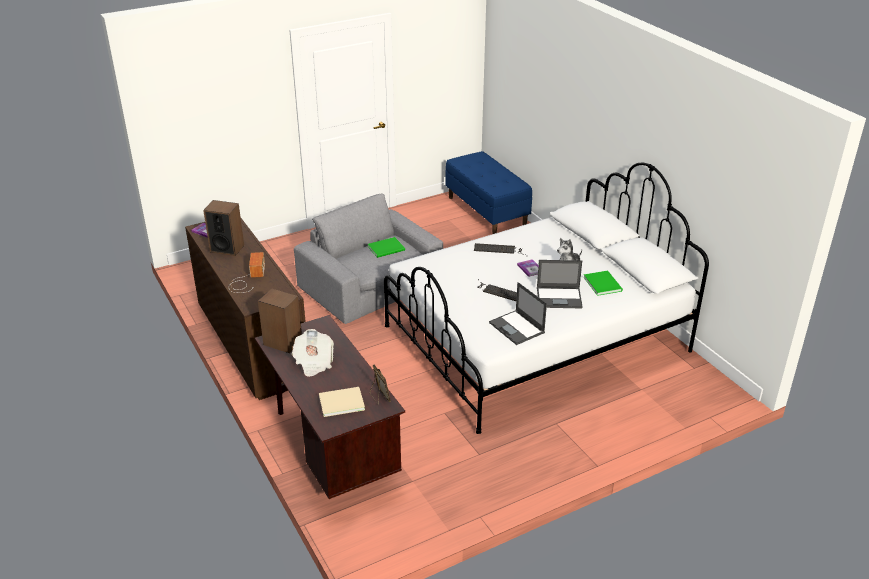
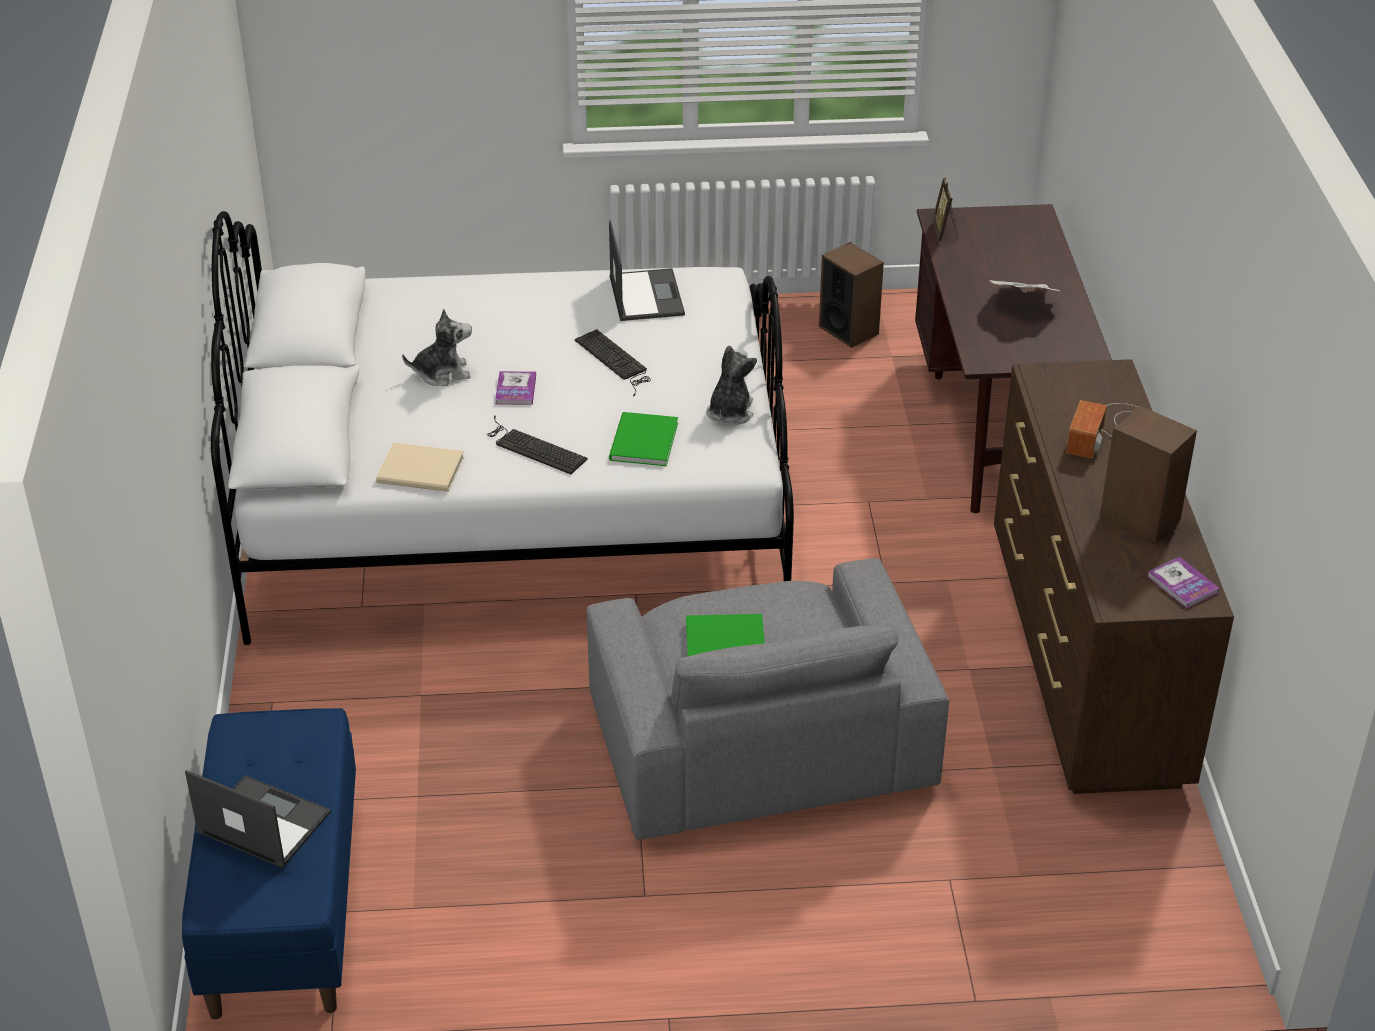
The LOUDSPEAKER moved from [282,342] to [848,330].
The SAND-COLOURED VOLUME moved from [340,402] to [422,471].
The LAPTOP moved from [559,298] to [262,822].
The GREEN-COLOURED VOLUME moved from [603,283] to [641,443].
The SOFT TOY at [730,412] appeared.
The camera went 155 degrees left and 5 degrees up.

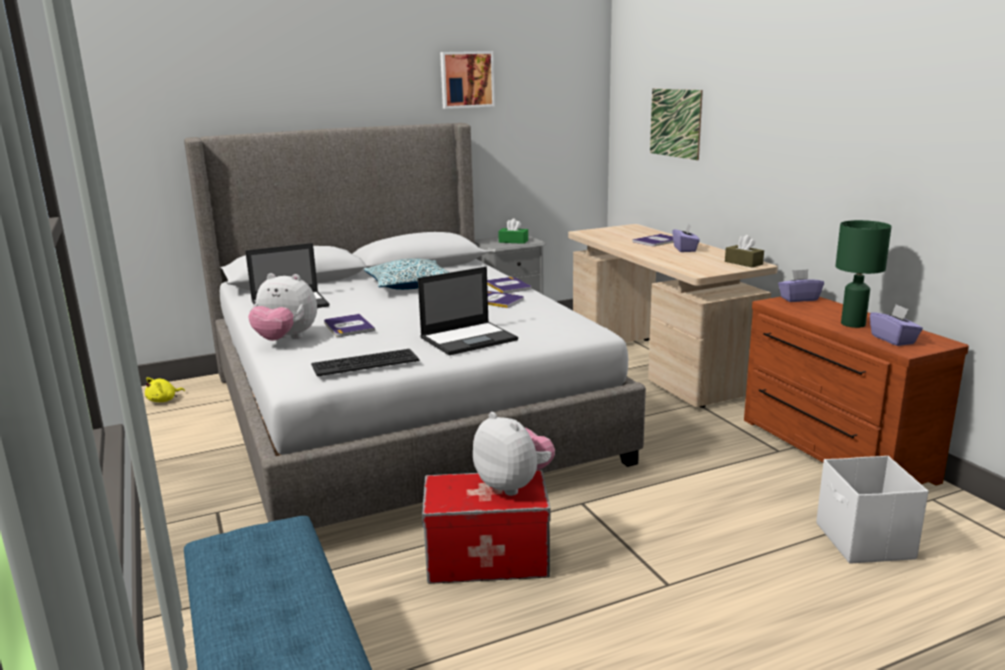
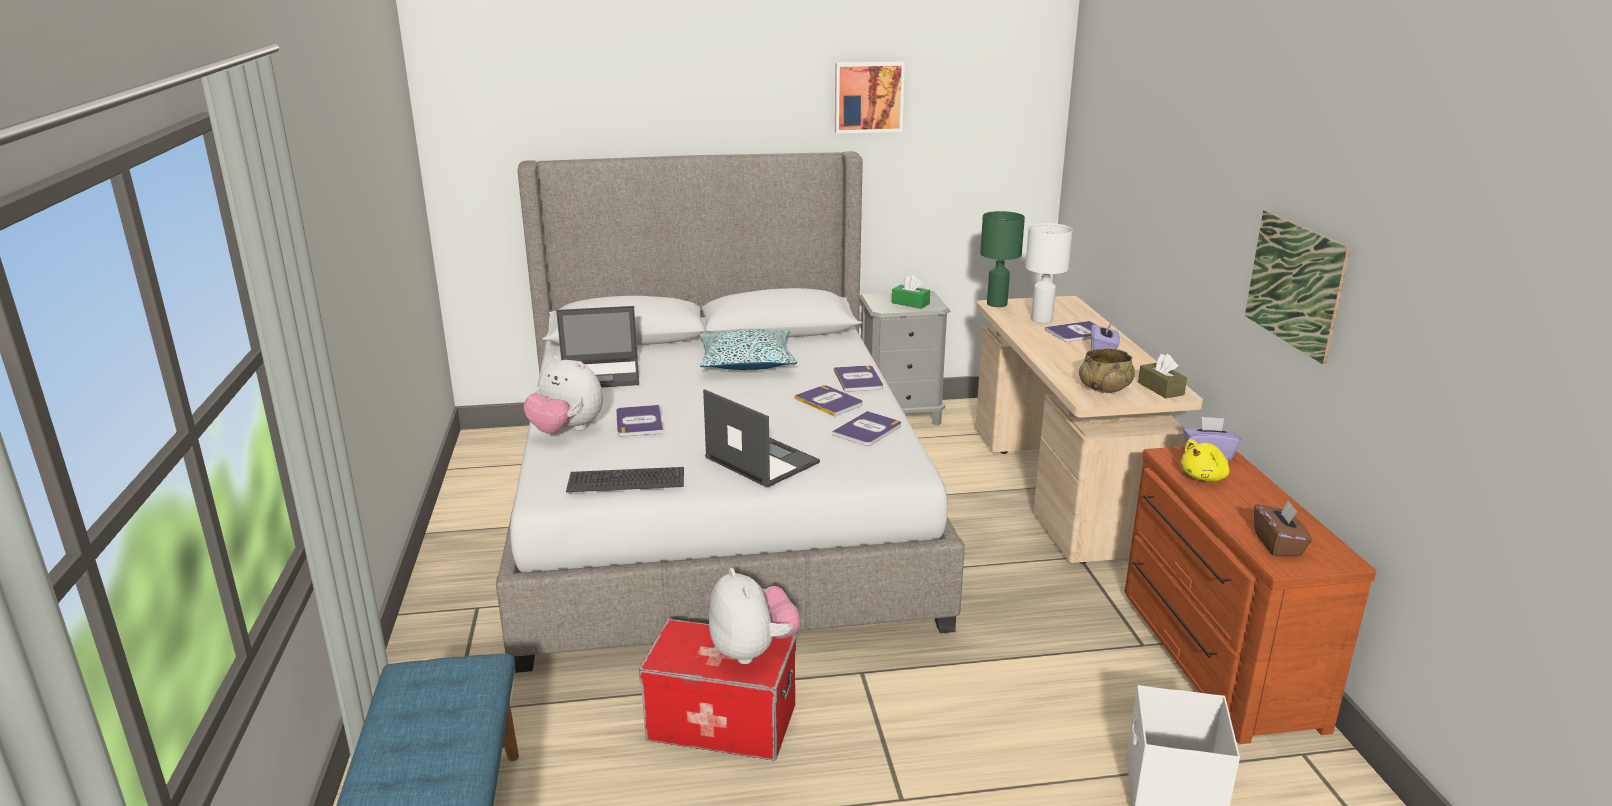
The YELLOW SOFT TOY moved from [164,400] to [1204,477].
The LAPTOP at [469,338] turned 120 degrees counterclockwise.
The WALL PICTURE moved from [675,123] to [1294,284].
The GREEN-COLOURED TABLE LAMP moved from [852,324] to [997,304].
The PURPLE BOX OF TISSUES at [893,339] became the BROWN-COLOURED BOX OF TISSUES at [1278,545].
The VOLUME at [867,430] appeared.
The WHITE TABLE LAMP at [1042,319] appeared.
The SAND-COLOURED SERVING BOWL at [1104,388] appeared.
The camera went 15 degrees right and 5 degrees up.

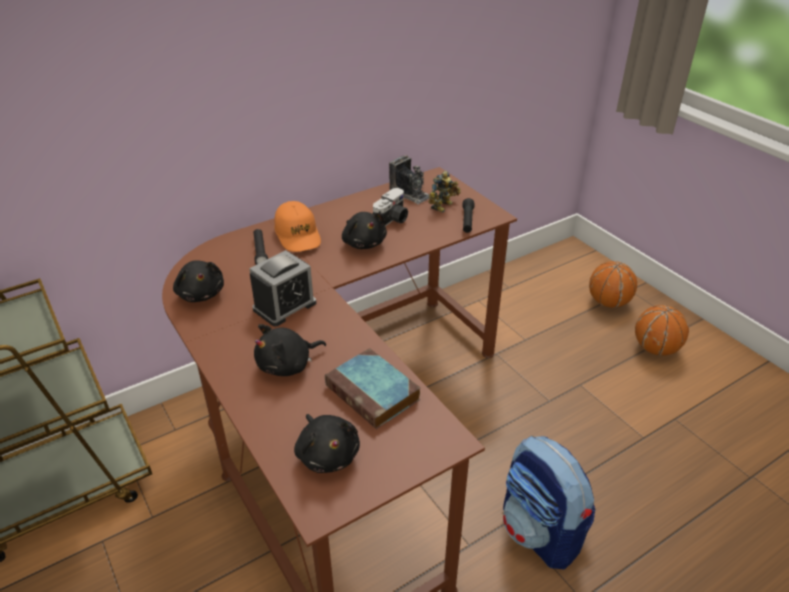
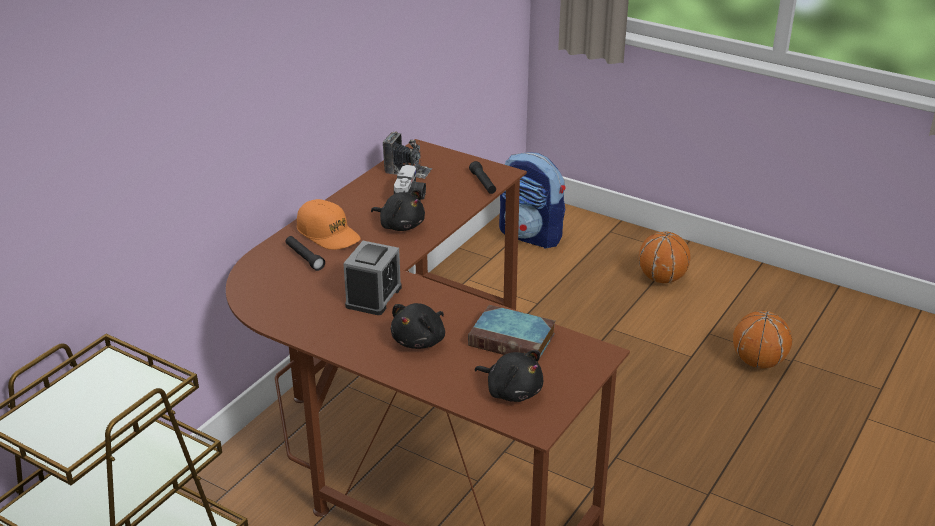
The BLACK-COLOURED SOFT TOY at [201,293] disappeared.
The ROBOT FIGURE at [444,206] disappeared.
The RUCKSACK moved from [541,532] to [531,235].
The BALL FOR BASKETBALL moved from [608,302] to [758,362].
The camera went 25 degrees left and 5 degrees down.

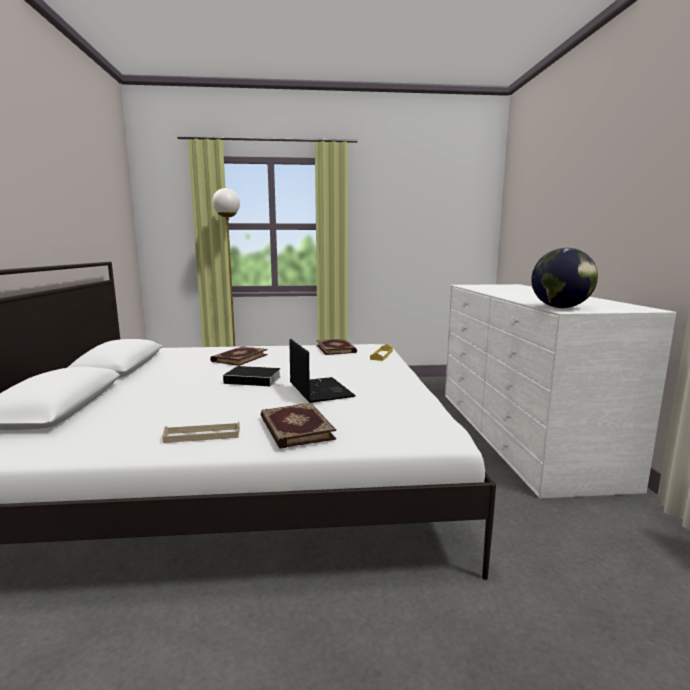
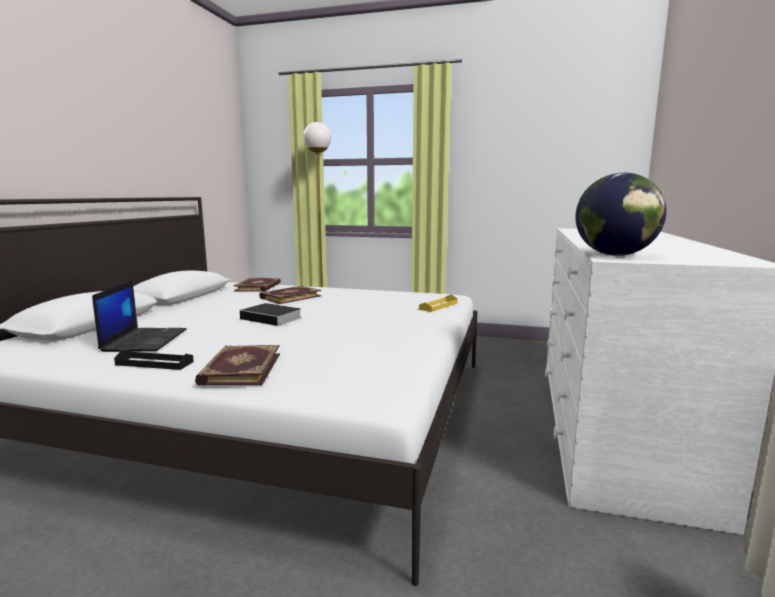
The SAND-COLOURED CARRYING TRAY at [202,435] became the BLACK-COLOURED CARRYING TRAY at [154,363].
The LAPTOP moved from [319,390] to [145,340].
The VOLUME moved from [336,349] to [258,287].
The camera went 20 degrees right and 0 degrees up.

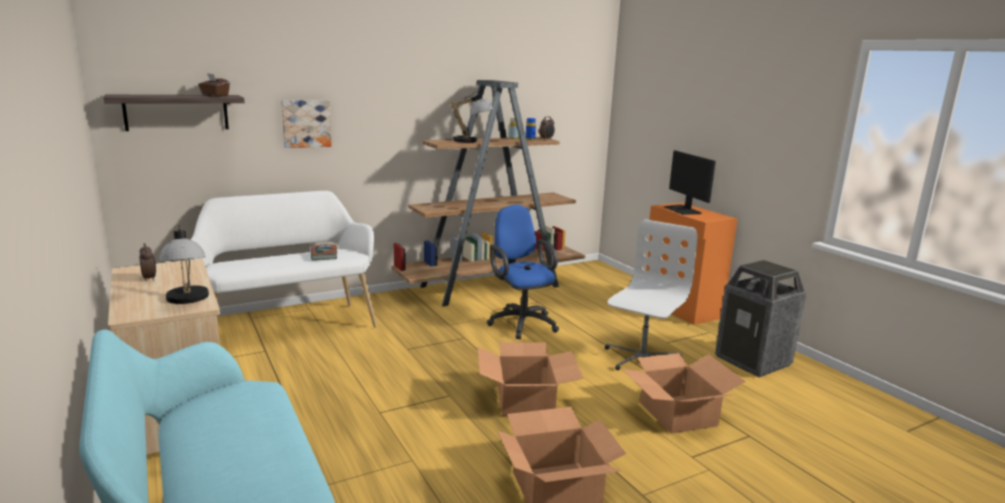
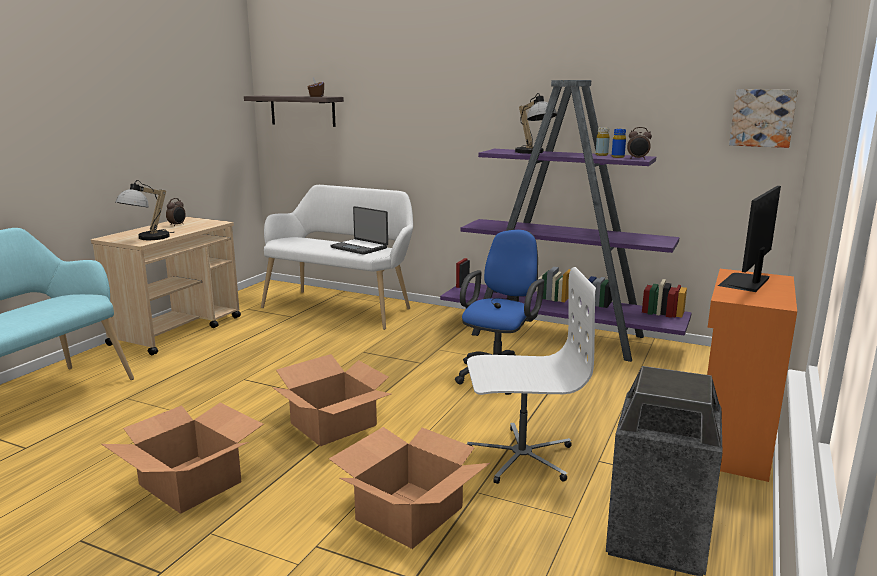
The WALL PICTURE moved from [306,123] to [762,118].
The VOLUME at [323,255] was replaced by the LAPTOP at [360,247].
The BROWN-COLOURED BOOKCASE at [492,286] became the PURPLE BOOKCASE at [560,336].
The camera went 55 degrees right and 0 degrees up.

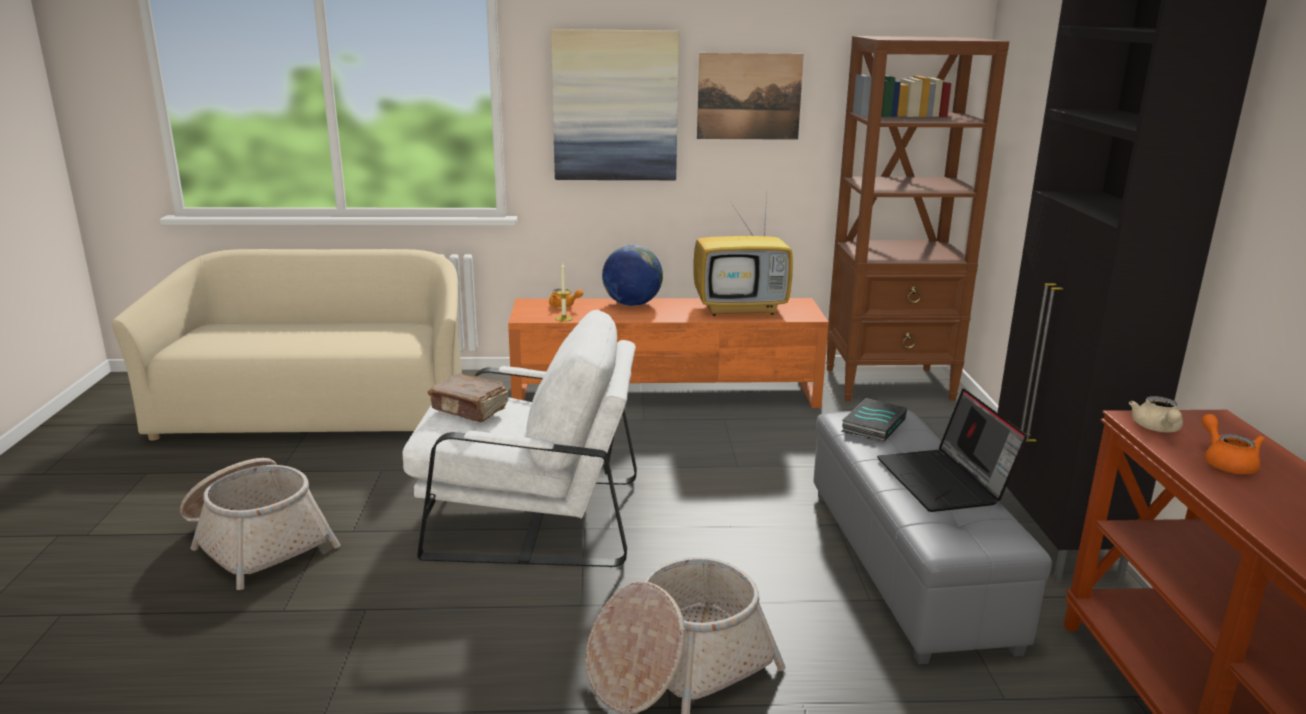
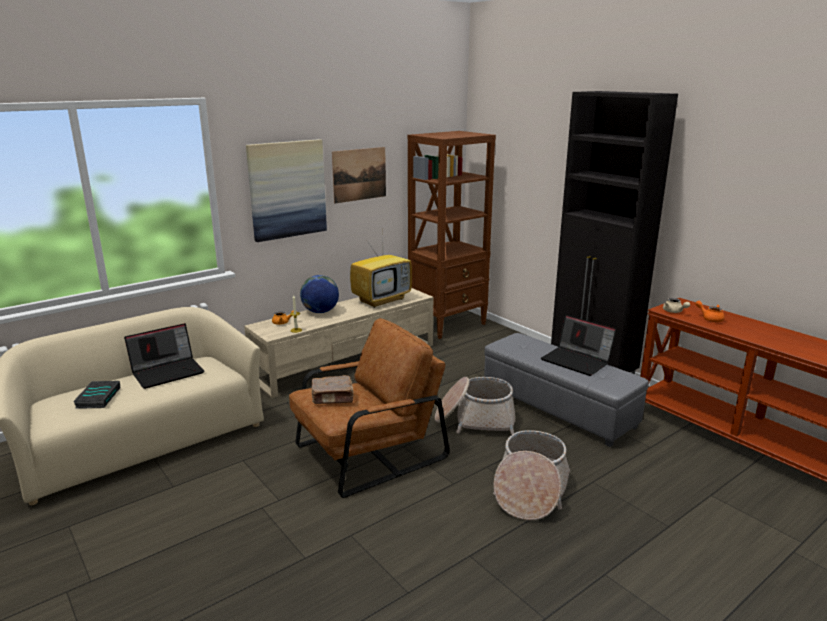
The HOUSEHOLD BASKET moved from [257,541] to [475,420].
The WHITE LOUNGE CHAIR at [529,517] became the BROWN-COLOURED LOUNGE CHAIR at [368,452].
The ORANGEY TV UNIT at [667,393] became the SAND-COLOURED TV UNIT at [347,361].
The VOLUME moved from [872,425] to [97,397].
The LAPTOP at [168,372] appeared.
The camera went 35 degrees left and 0 degrees up.

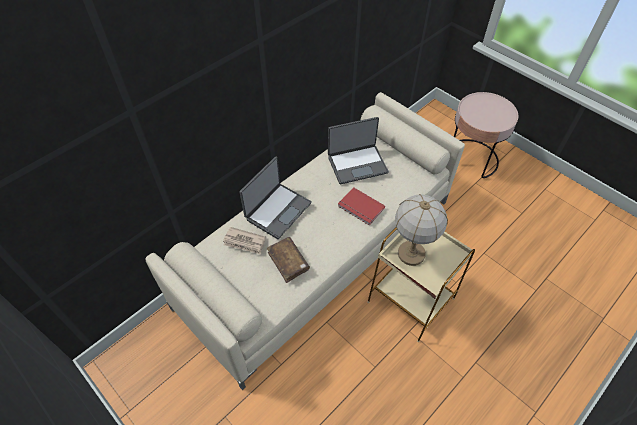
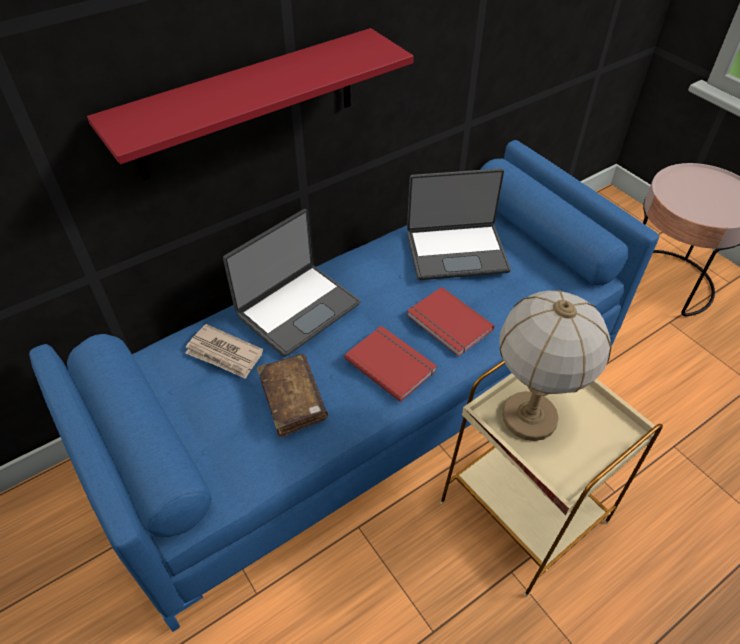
The SAND-COLOURED SETTEE at [318,250] became the BLUE SETTEE at [370,397].
The RED SHELF at [247,105] appeared.
The RED VOLUME at [391,363] appeared.
The camera went 10 degrees right and 5 degrees down.

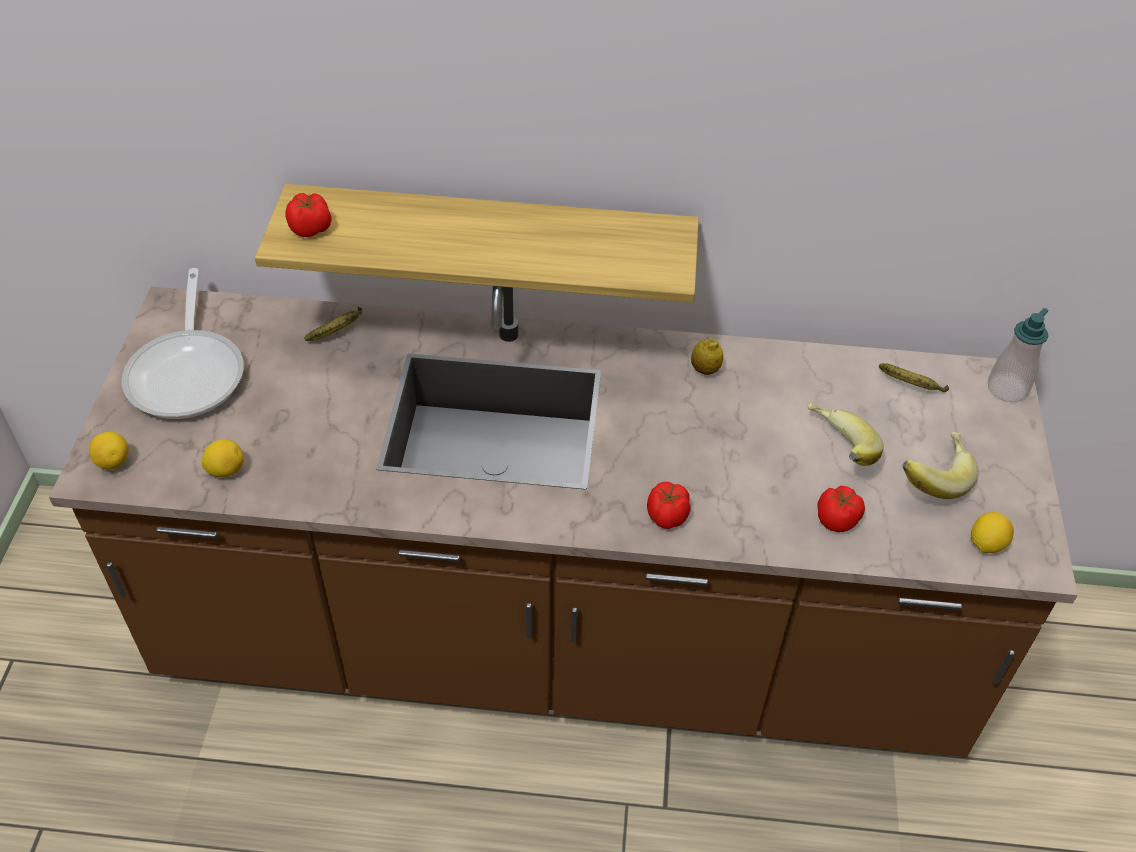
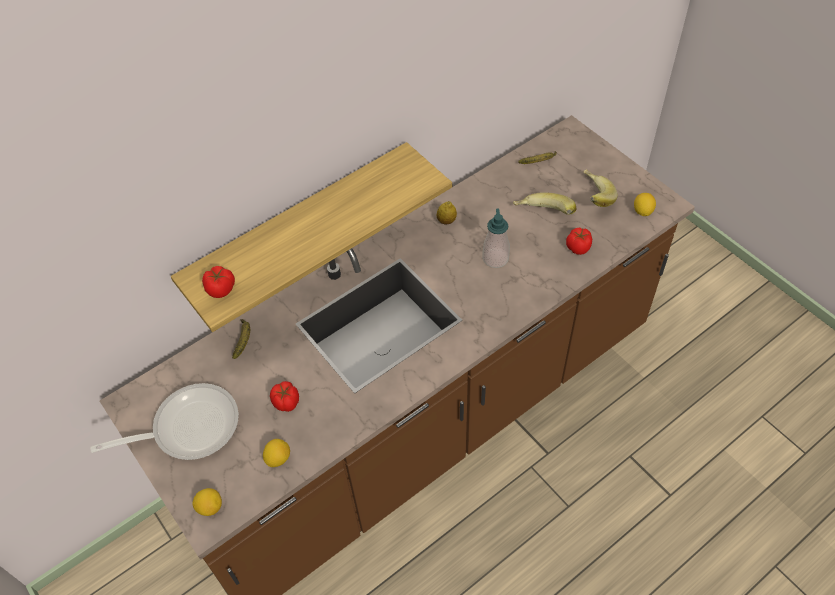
The FRYING PAN at [189,372] turned 60 degrees counterclockwise.
The TOMATO moved from [667,517] to [286,403].
The LIQUID SOAP BOTTLE moved from [1007,388] to [495,258].
The camera went 40 degrees left and 5 degrees up.

